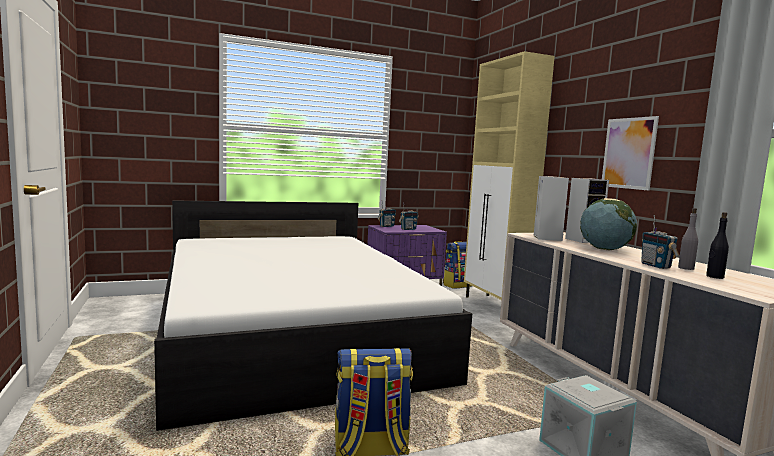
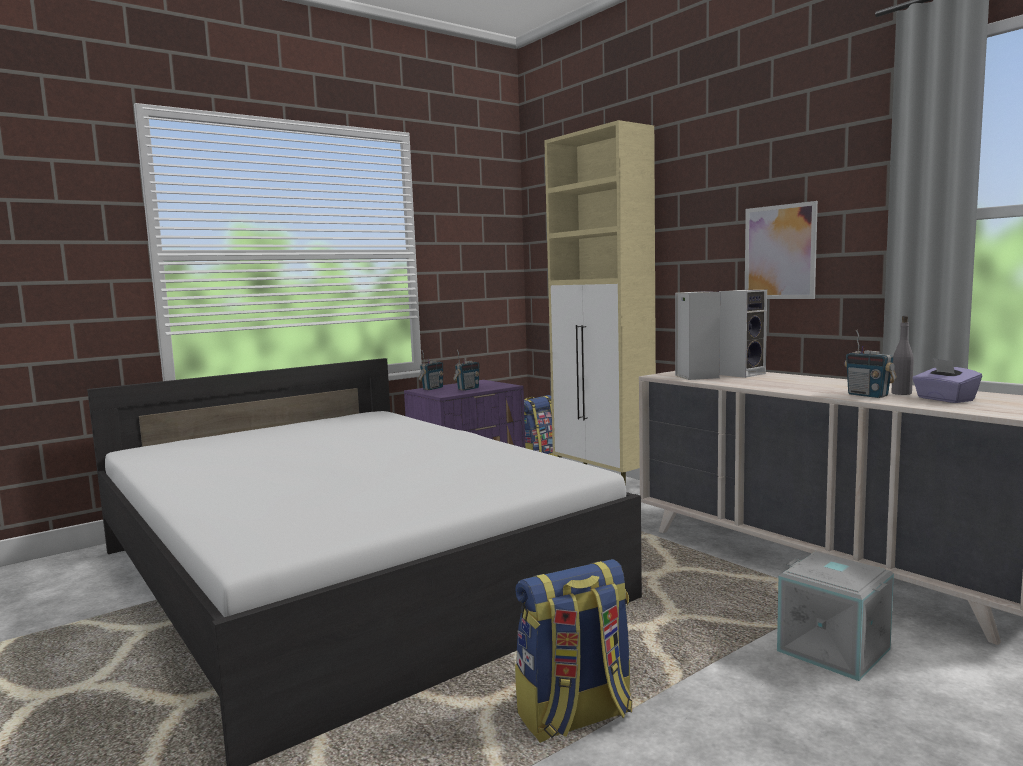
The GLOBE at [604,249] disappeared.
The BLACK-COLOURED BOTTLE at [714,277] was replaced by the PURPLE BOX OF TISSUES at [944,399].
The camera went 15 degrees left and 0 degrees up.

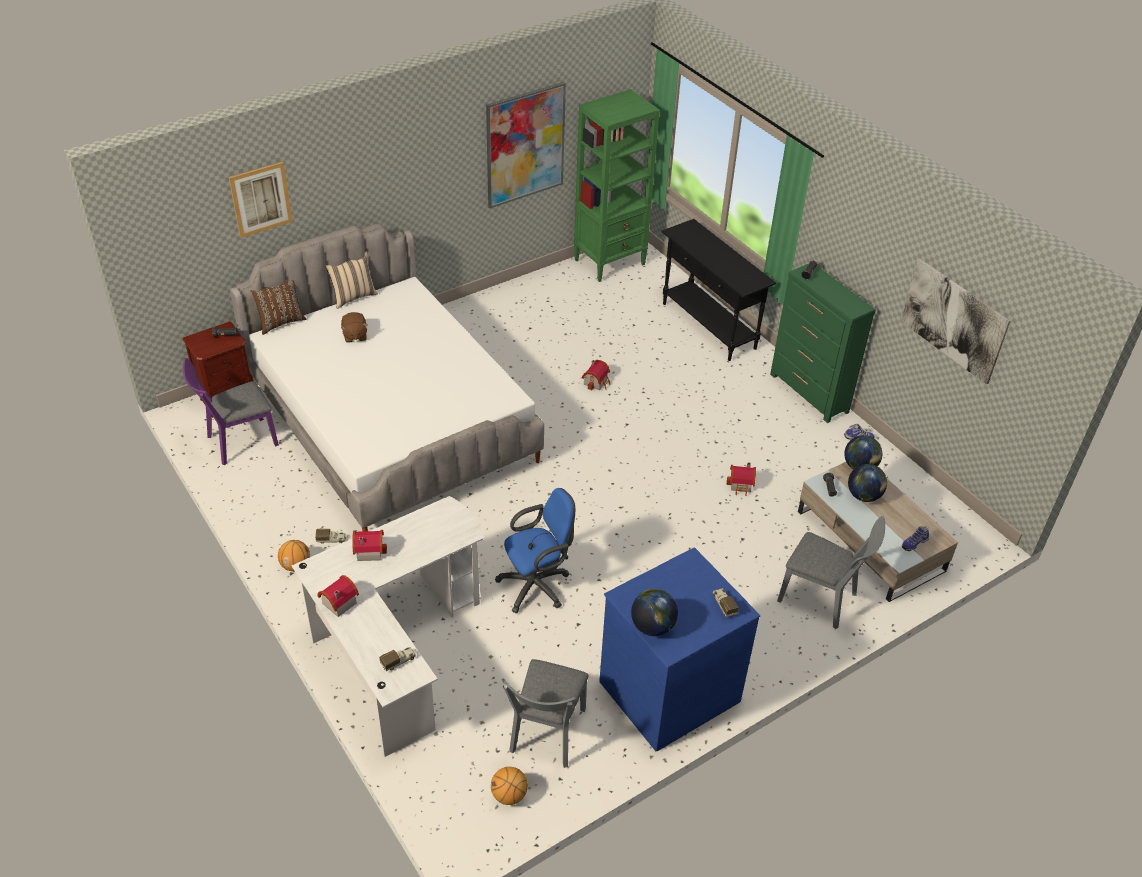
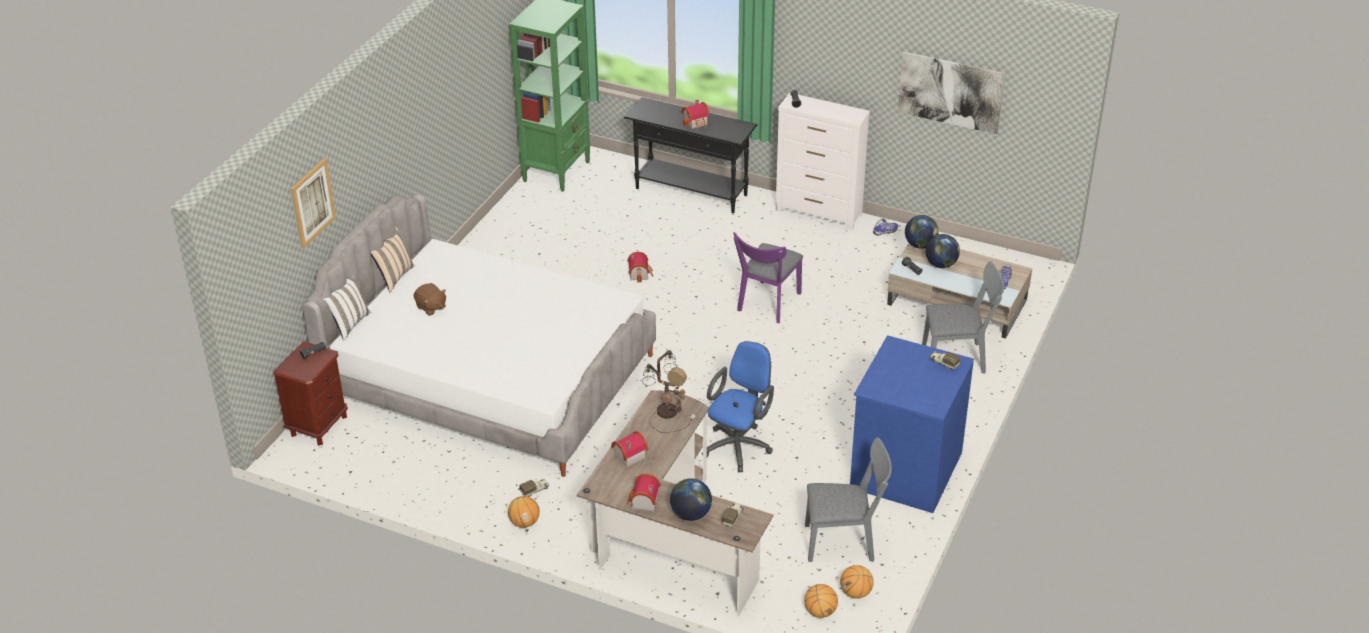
The PURPLE PLAIN CHAIR moved from [237,443] to [767,304].
The BROWN-COLOURED PILLOW at [280,322] became the WHITE PILLOW at [349,324].
The WHITE DESK UNIT at [393,645] became the BROWN-COLOURED DESK UNIT at [667,539].
The WALL PICTURE at [525,145] disappeared.
The GREYISH PLAIN CHAIR at [546,736] turned 75 degrees counterclockwise.
The GLOBE moved from [652,627] to [691,514].
The MINIATURE HOUSE moved from [741,485] to [697,123].
The GREEN-COLOURED CHEST OF DRAWERS at [809,393] became the WHITE CHEST OF DRAWERS at [819,213].
The TABLE LAMP at [666,411] appeared.
The BALL FOR BASKETBALL at [820,612] appeared.
The camera went 30 degrees left and 5 degrees down.

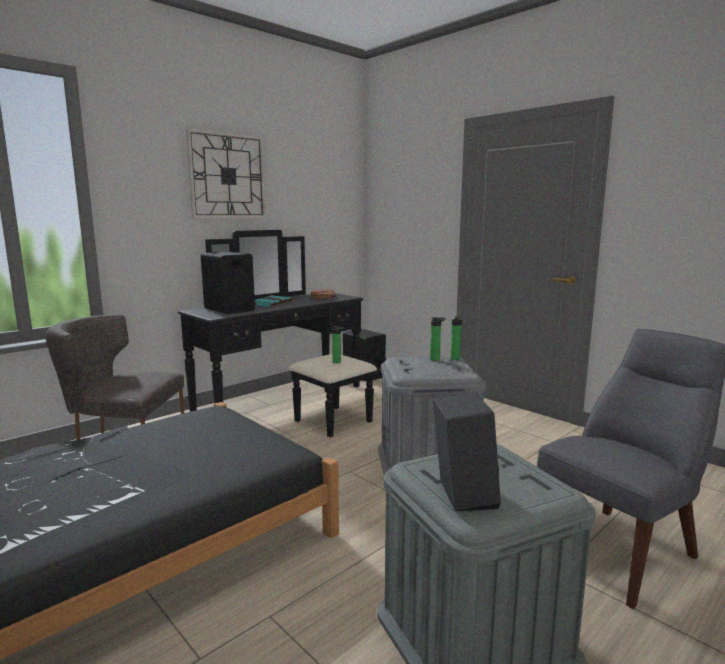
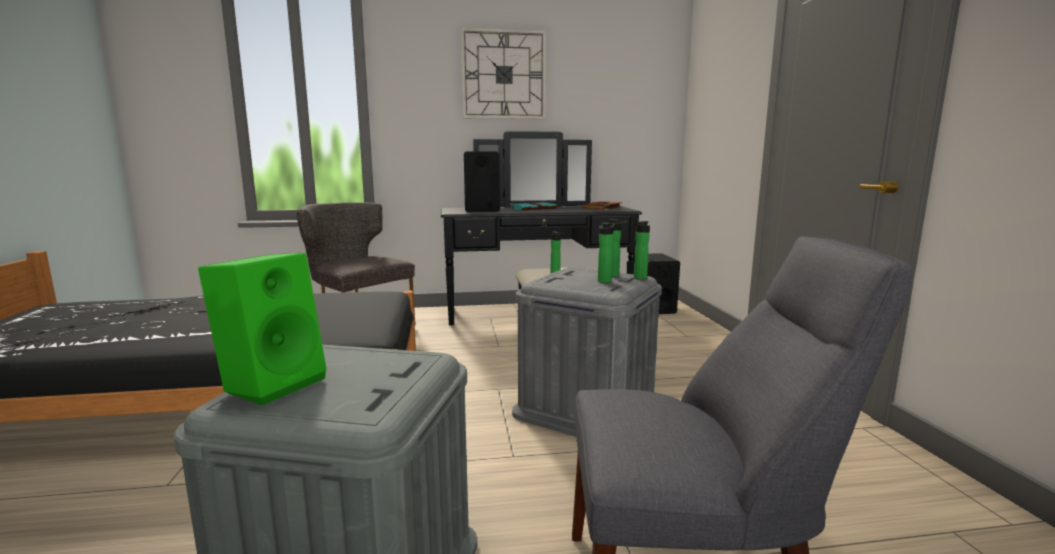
The BLACK-COLOURED LOUDSPEAKER at [461,495] became the GREEN-COLOURED LOUDSPEAKER at [273,383].
The BOTTLE at [605,281] appeared.
The camera went 35 degrees right and 0 degrees up.

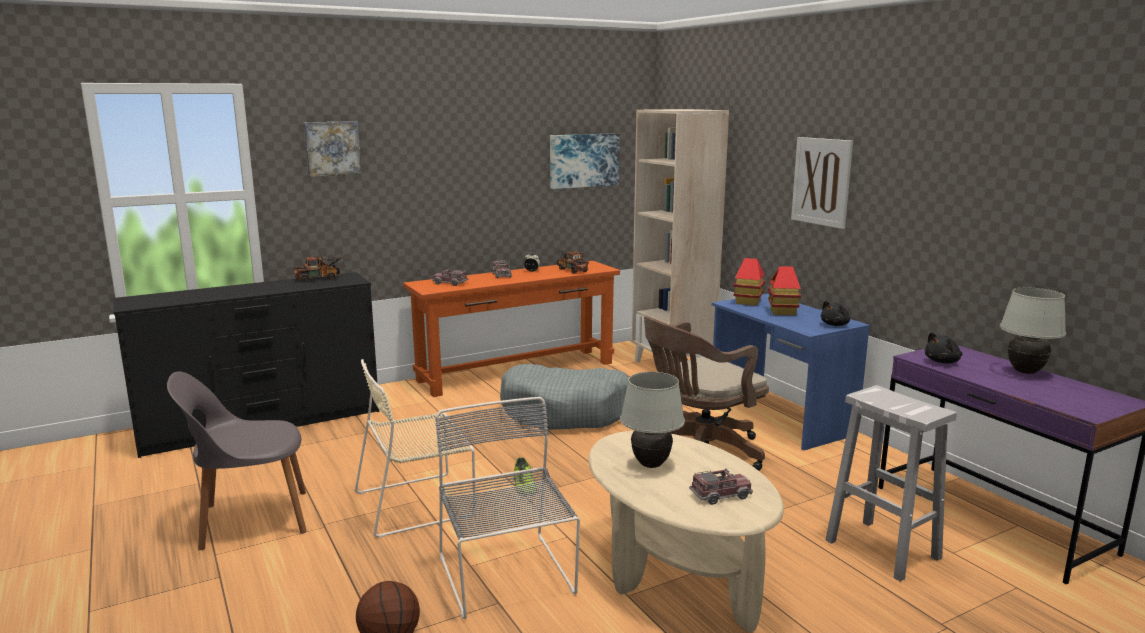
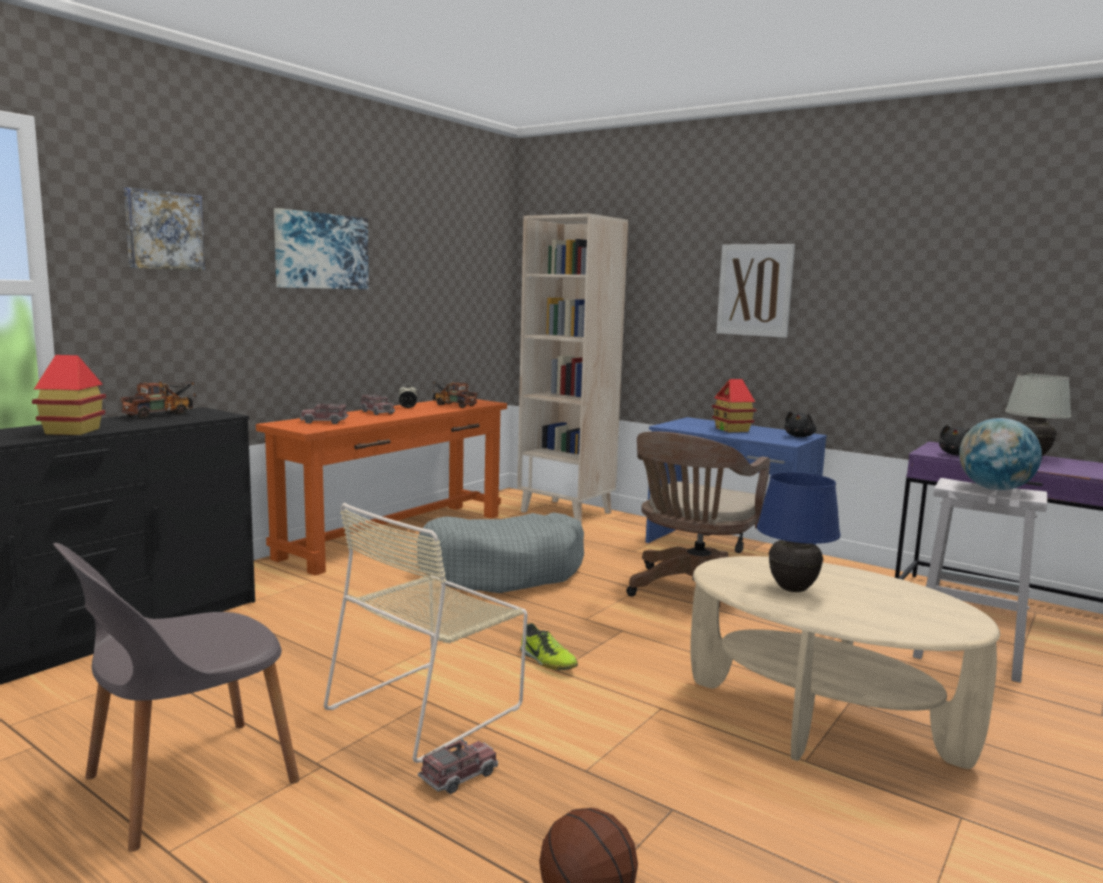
The GREYISH PLAIN CHAIR at [507,577] disappeared.
The WALL PICTURE moved from [583,160] to [321,251].
The WHITE TABLE LAMP at [650,465] became the BLUE TABLE LAMP at [792,589].
The TOY TRUCK moved from [720,495] to [459,776].
The MINIATURE HOUSE moved from [748,302] to [72,431].
The GLOBE at [994,489] appeared.
The camera went 25 degrees left and 5 degrees down.

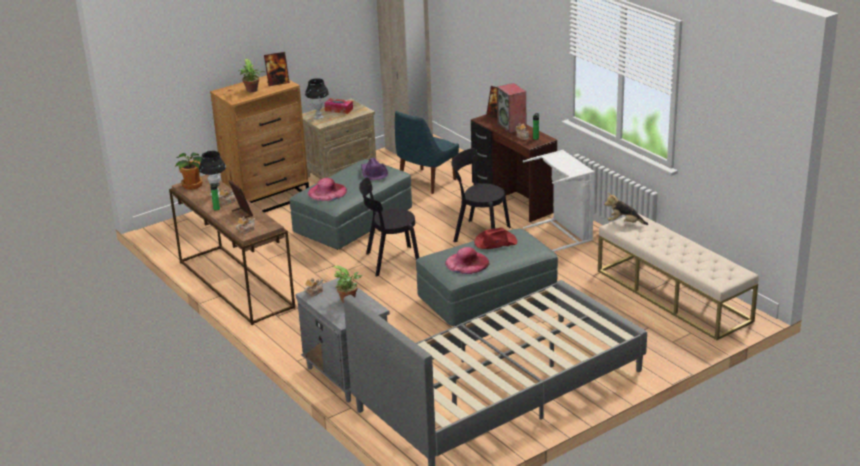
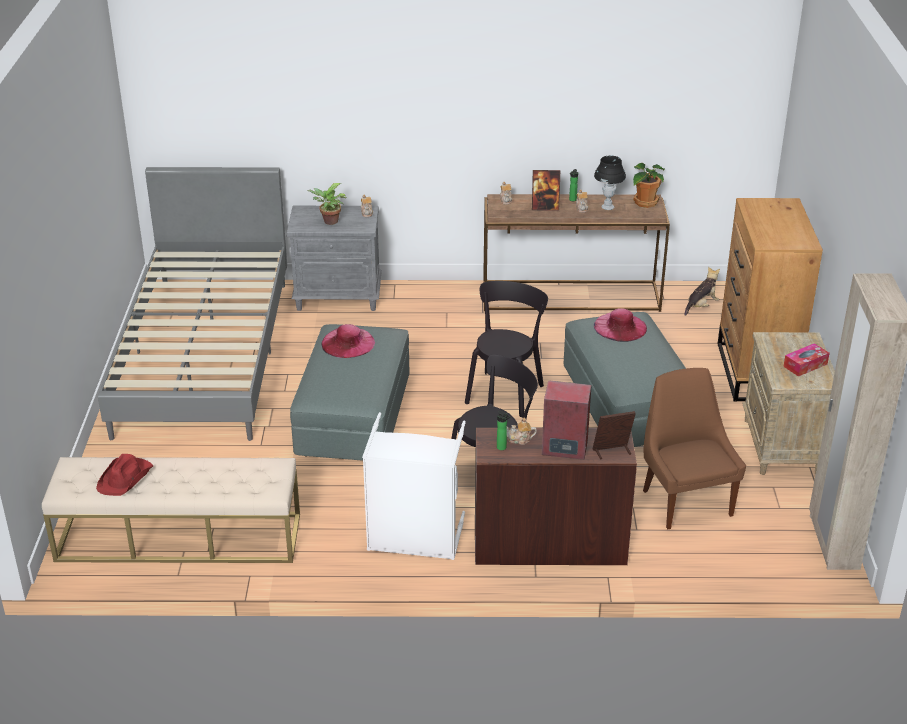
The POTTED PLANT at [252,91] disappeared.
The STANDING FRAME at [278,83] disappeared.
The BLACK-COLOURED TABLE LAMP at [319,117] disappeared.
The PURPLE HAT at [373,173] disappeared.
The BLUE PLAIN CHAIR at [425,182] became the BROWN-COLOURED PLAIN CHAIR at [685,501].
The RED HAT moved from [495,242] to [126,478].
The SOFT TOY moved from [624,223] to [701,306].
The camera went 125 degrees right and 5 degrees up.

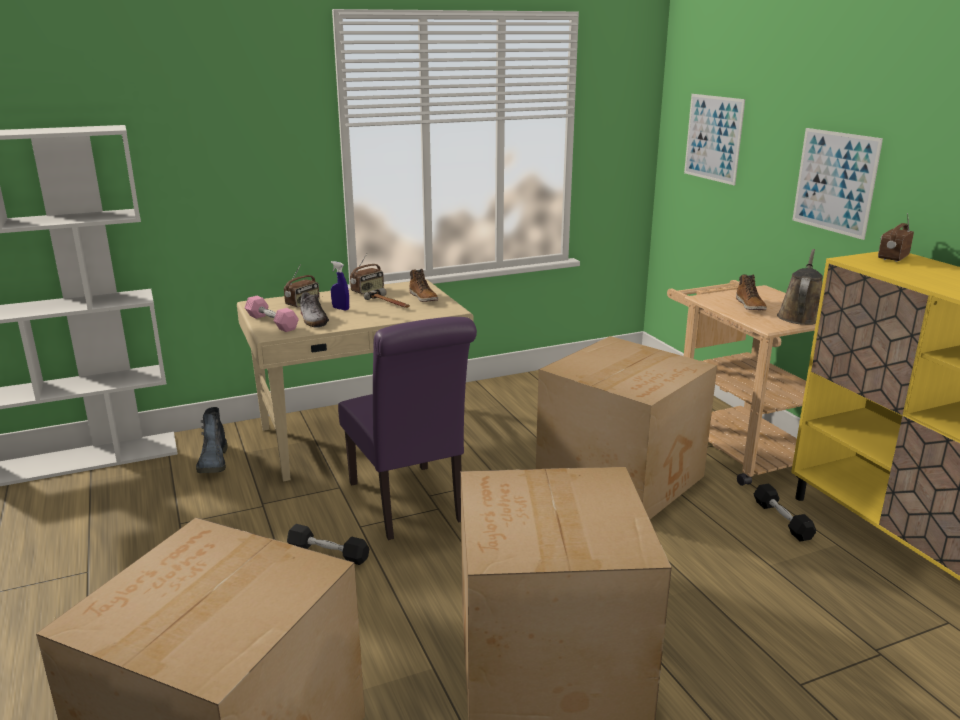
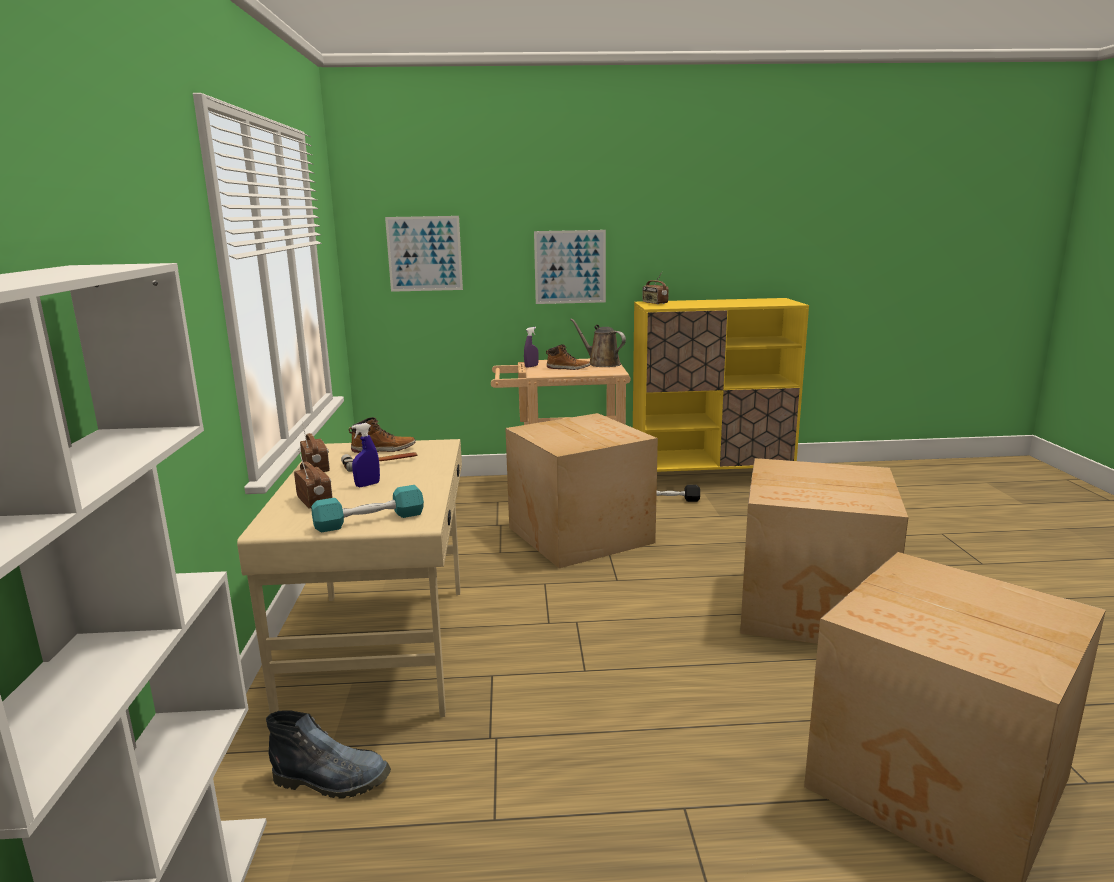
The PINK HAND WEIGHT at [271,322] became the TURQUOISE HAND WEIGHT at [370,521].
The BLACK-COLOURED HAND WEIGHT at [328,553] disappeared.
The ITEM OF FOOTWEAR at [313,319] disappeared.
The PURPLE PLAIN CHAIR at [409,505] disappeared.
The PURPLE SPRAY BOTTLE at [531,366] appeared.
The camera went 70 degrees left and 5 degrees down.

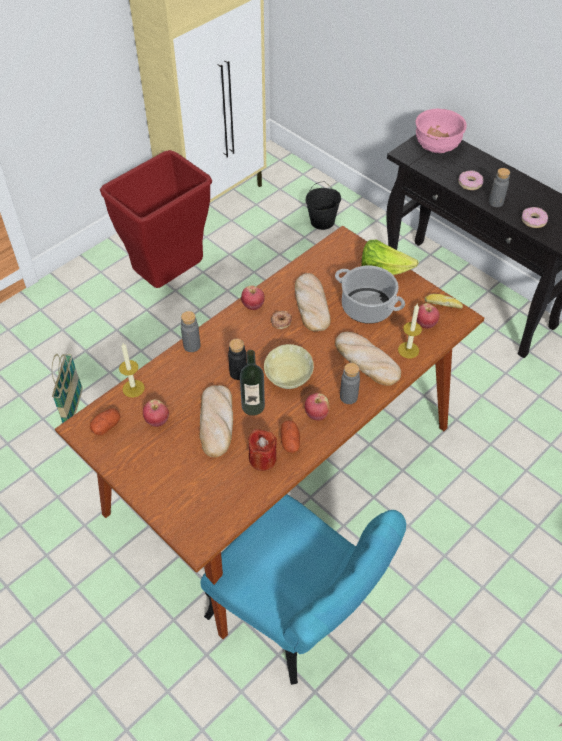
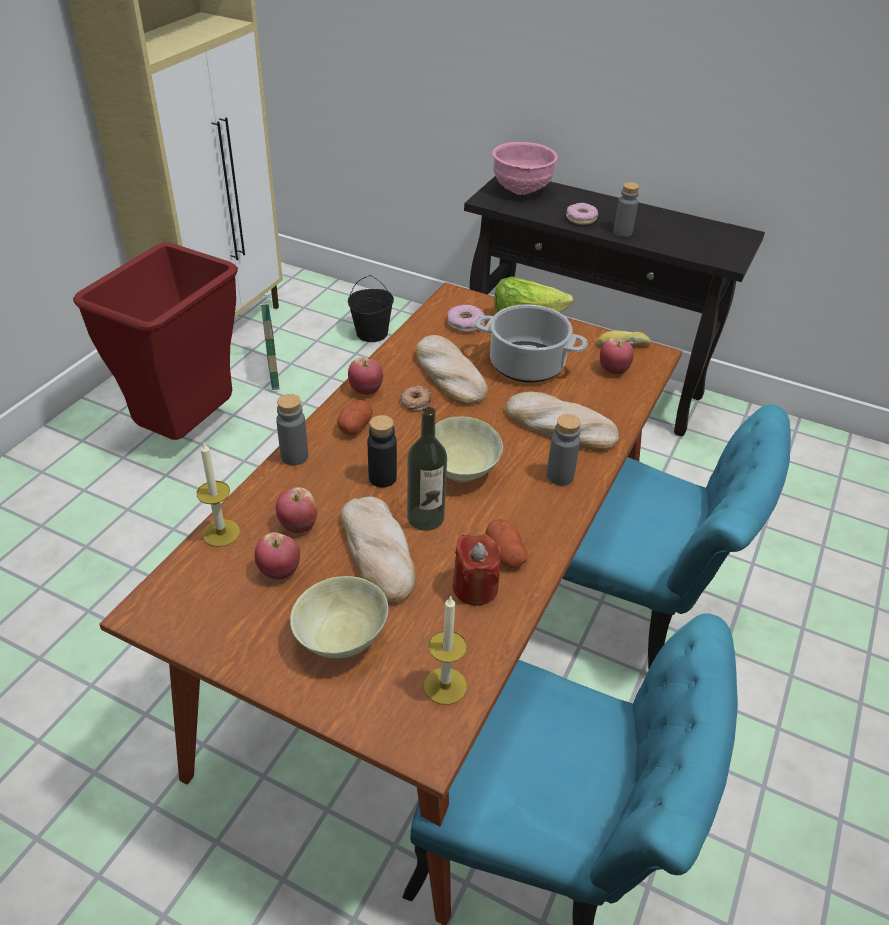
The HOUSEHOLD BASKET moved from [73,409] to [273,374].
The POTATO moved from [106,426] to [355,426].
The WHOLE APPLE moved from [316,414] to [298,525].
The WAX LIGHT moved from [408,350] to [445,686].
The RING DOUGHNUT moved from [533,221] to [465,324].
The SAND-COLOURED SERVING BOWL at [340,639] appeared.
The TURQUOISE PLAIN CHAIR at [629,612] appeared.
The camera went 20 degrees left and 10 degrees down.

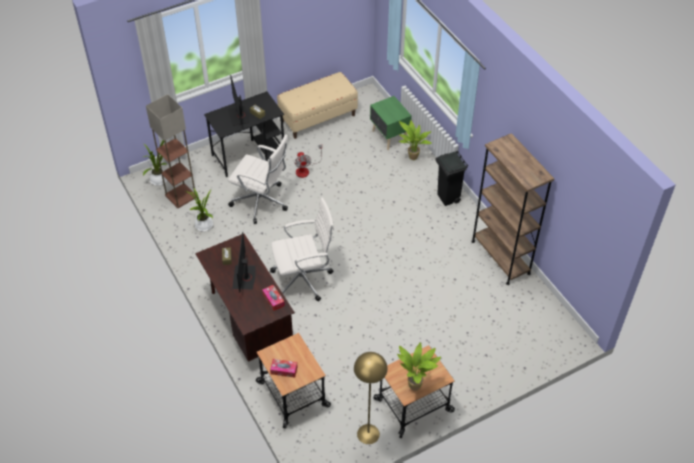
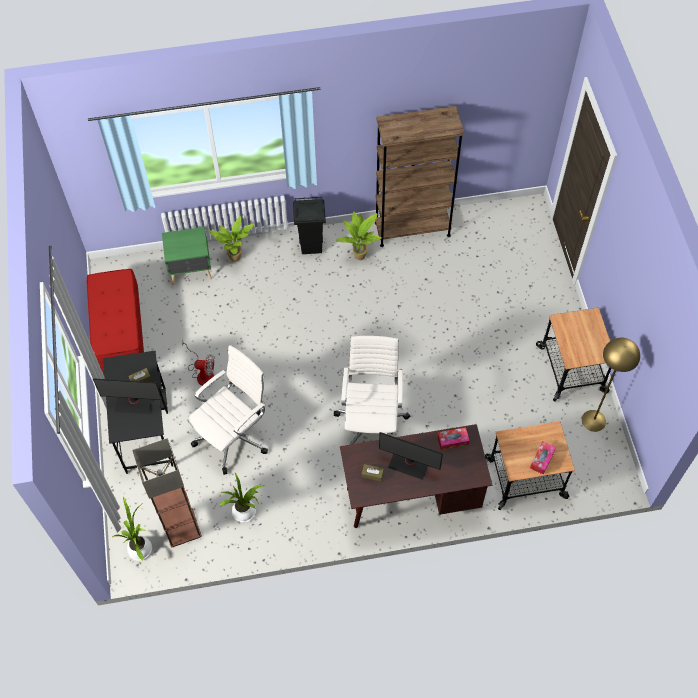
The SAND-COLOURED INDOOR BENCH at [318,118] became the RED INDOOR BENCH at [120,335].
The POTTED PLANT moved from [416,385] to [359,255].
The camera went 70 degrees left and 10 degrees up.

